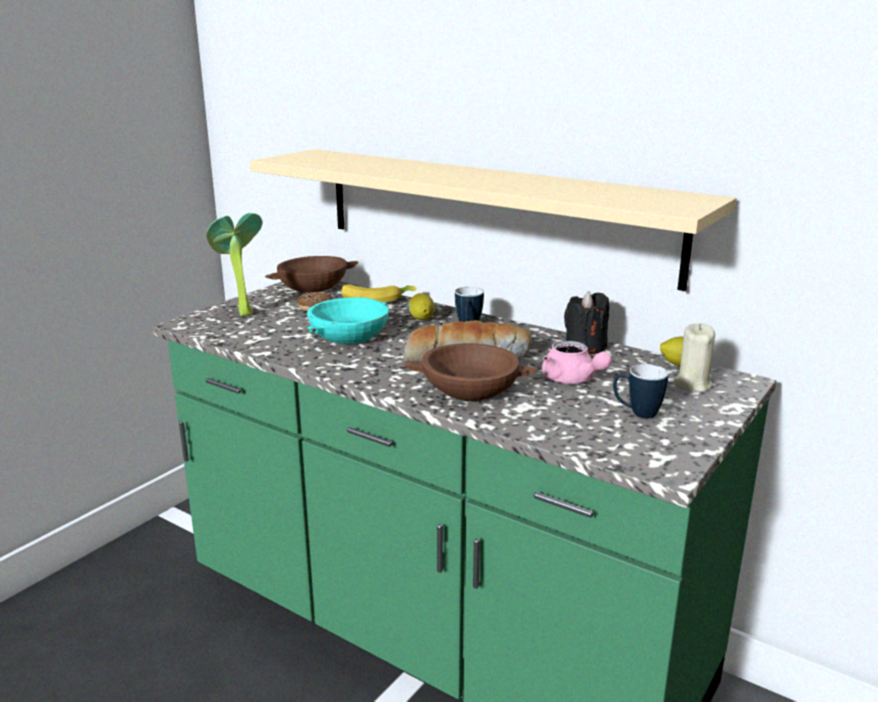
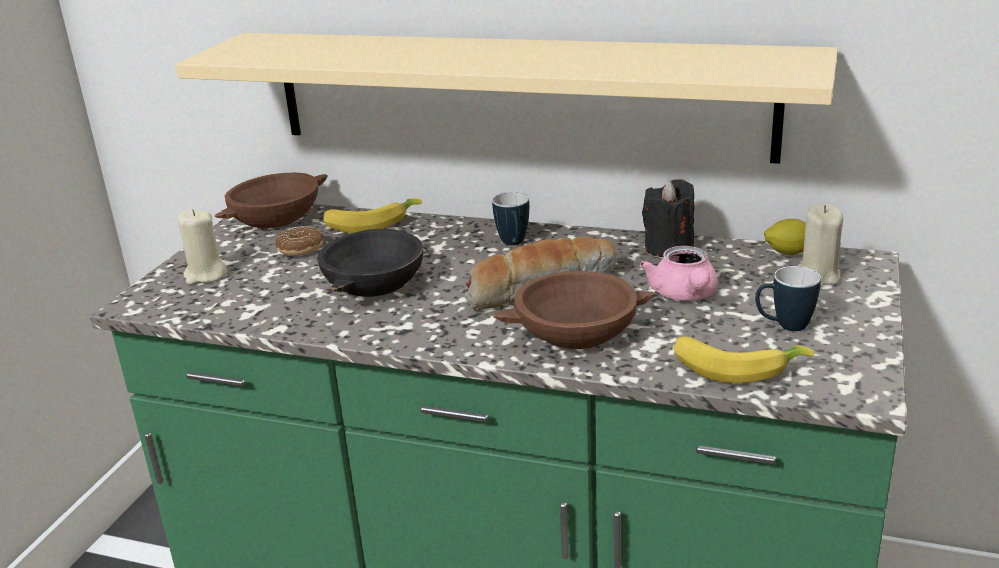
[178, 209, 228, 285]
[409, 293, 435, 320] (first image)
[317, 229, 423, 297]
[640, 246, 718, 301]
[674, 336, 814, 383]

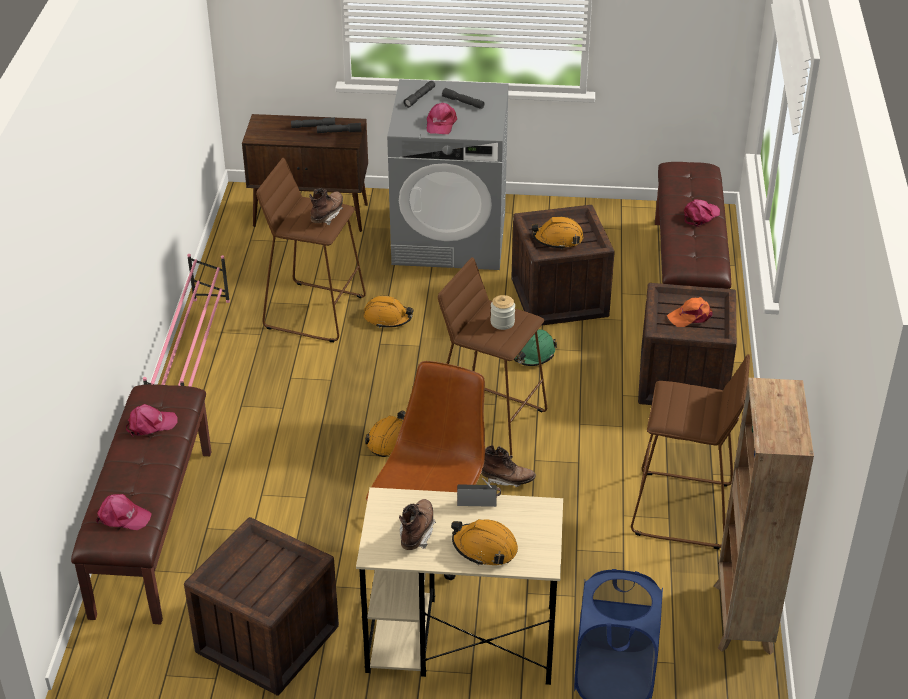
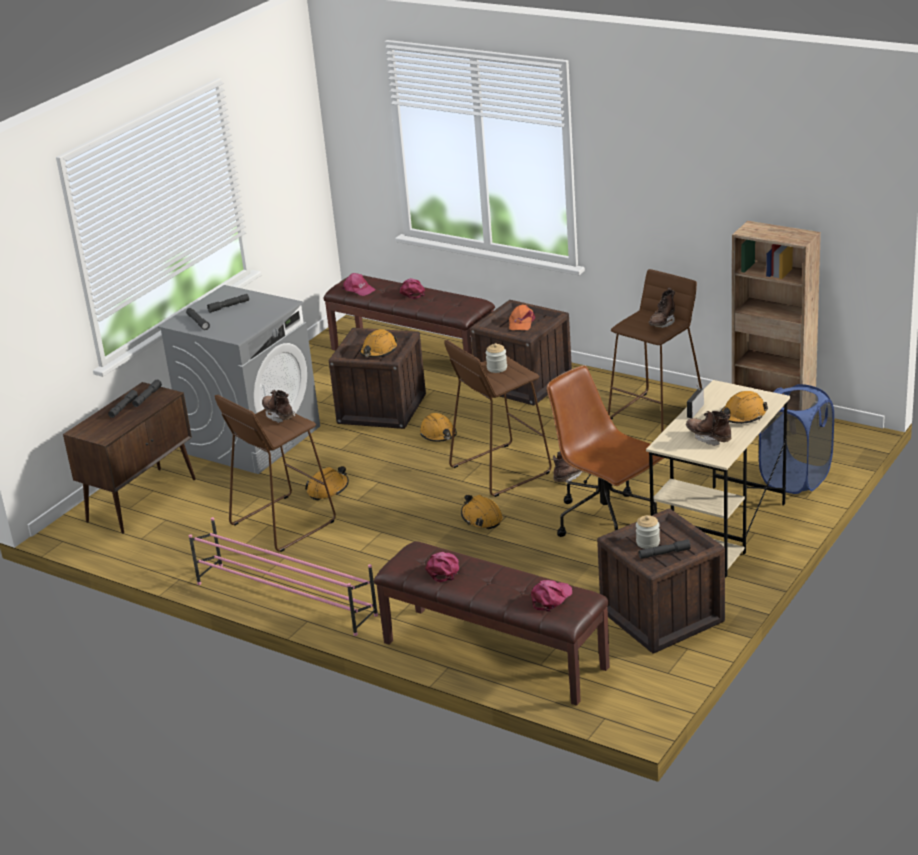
[342, 273, 376, 296]
[420, 413, 457, 442]
[649, 287, 675, 328]
[636, 515, 660, 549]
[639, 539, 691, 559]

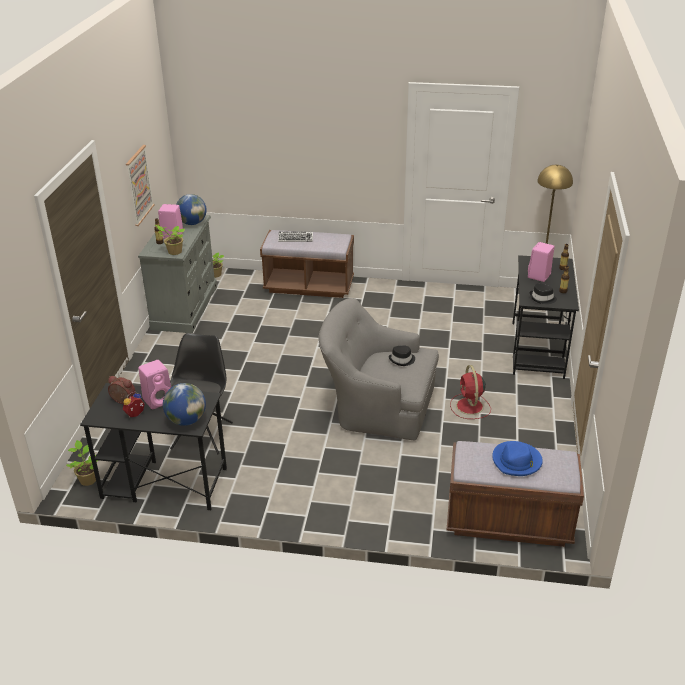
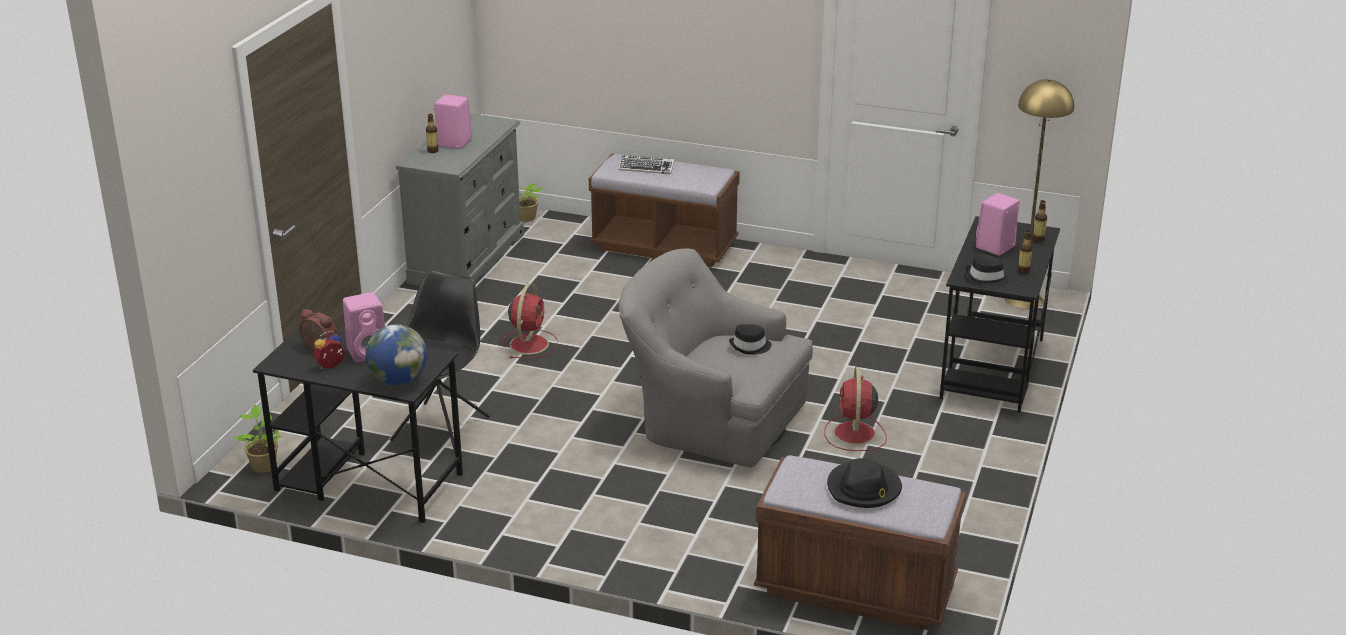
[126, 145, 155, 226] (first image)
[176, 194, 207, 225] (first image)
[155, 225, 185, 255] (first image)
[827, 458, 902, 508]
[502, 283, 558, 359]

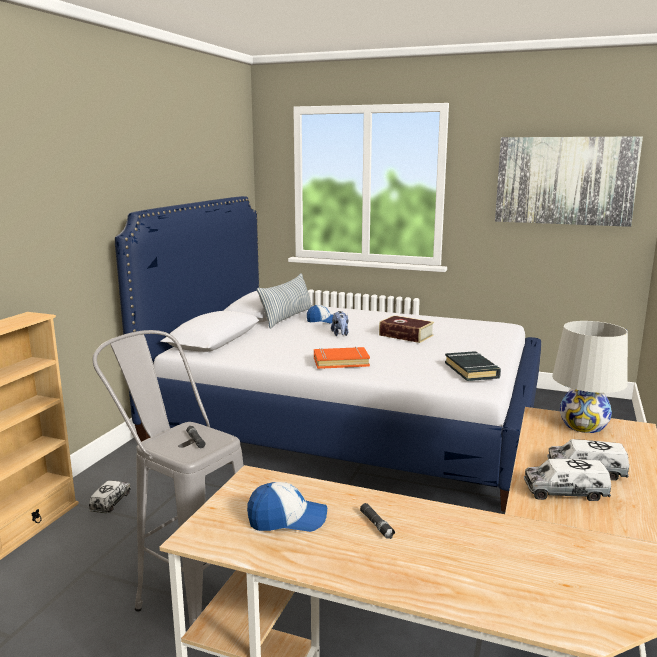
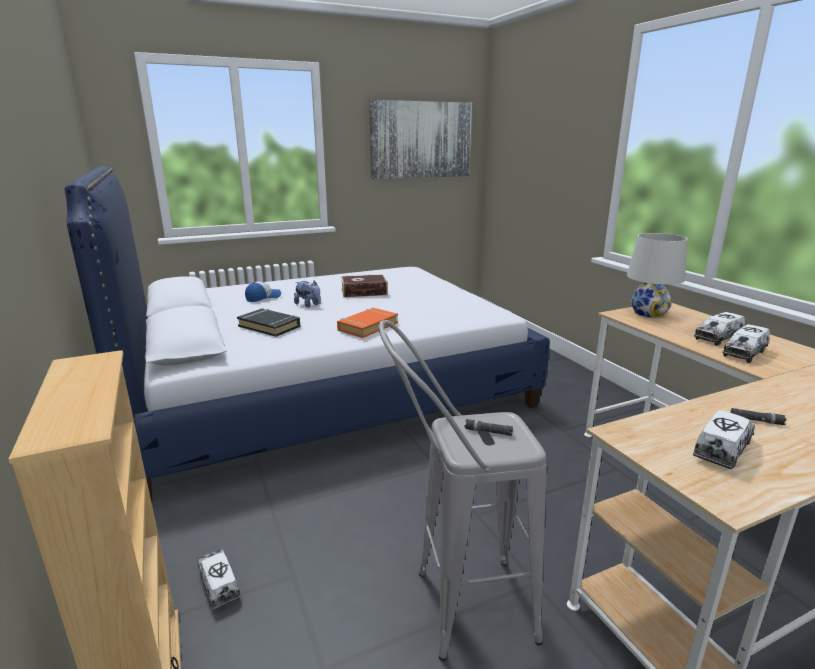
[257, 273, 312, 329] (first image)
[237, 309, 300, 337]
[693, 410, 755, 469]

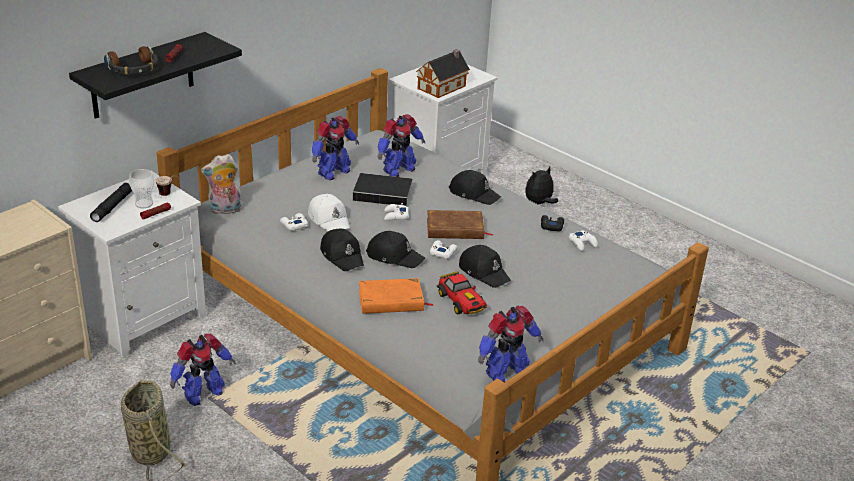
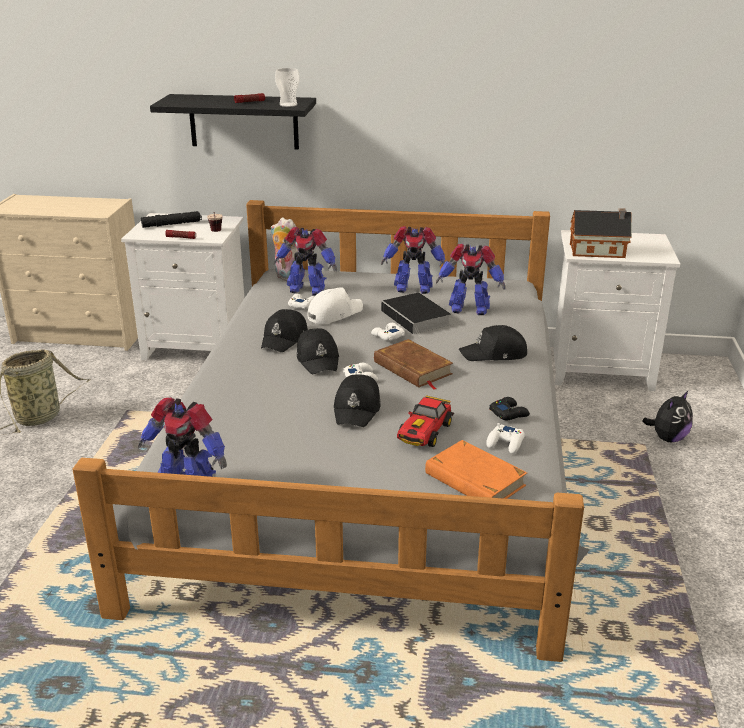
[104, 46, 158, 75] (first image)
[643, 391, 693, 443]
[275, 68, 300, 107]
[459, 325, 527, 361]
[307, 287, 363, 324]
[397, 395, 454, 447]
[425, 440, 527, 499]
[274, 227, 337, 296]

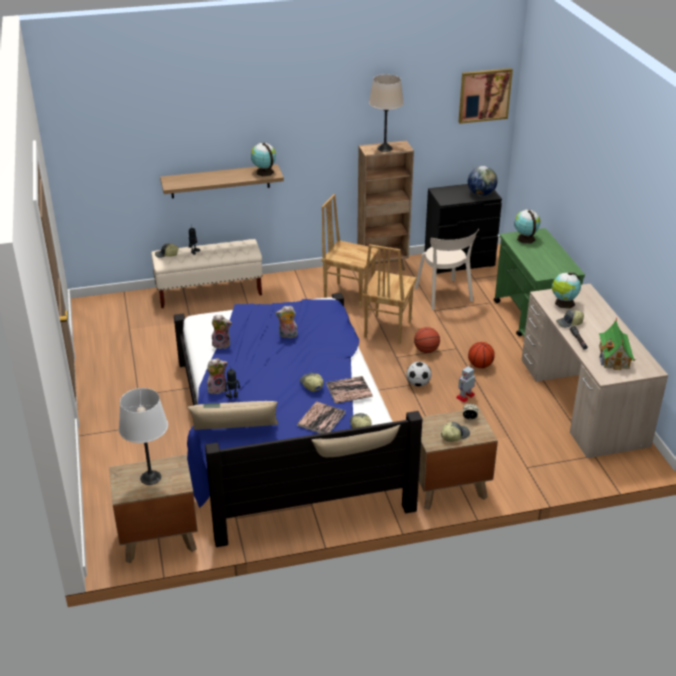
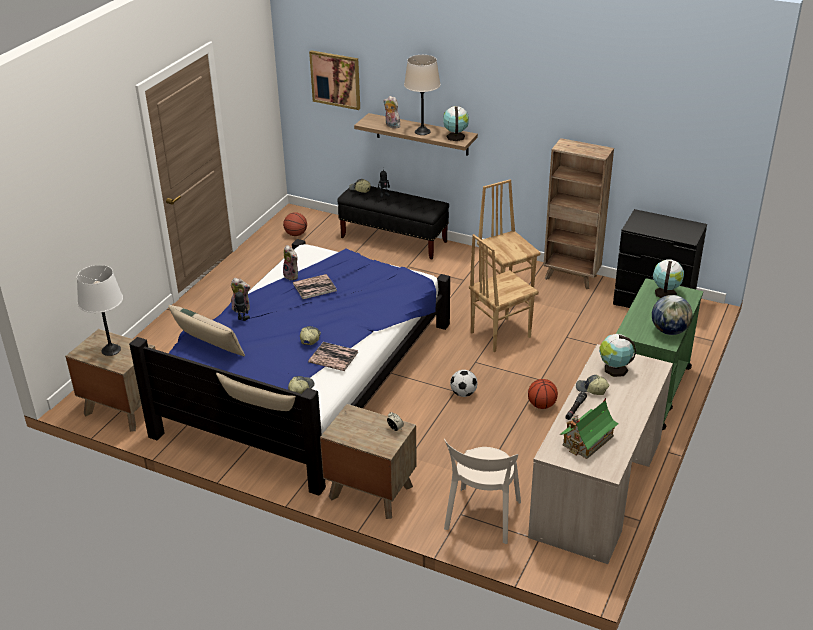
[309, 50, 360, 110]
[404, 55, 441, 135]
[652, 295, 693, 335]
[444, 439, 521, 544]
[337, 183, 449, 260]
[384, 96, 400, 129]
[283, 212, 307, 236]
[456, 366, 475, 402] (first image)
[293, 274, 337, 299]
[441, 422, 470, 442] (first image)

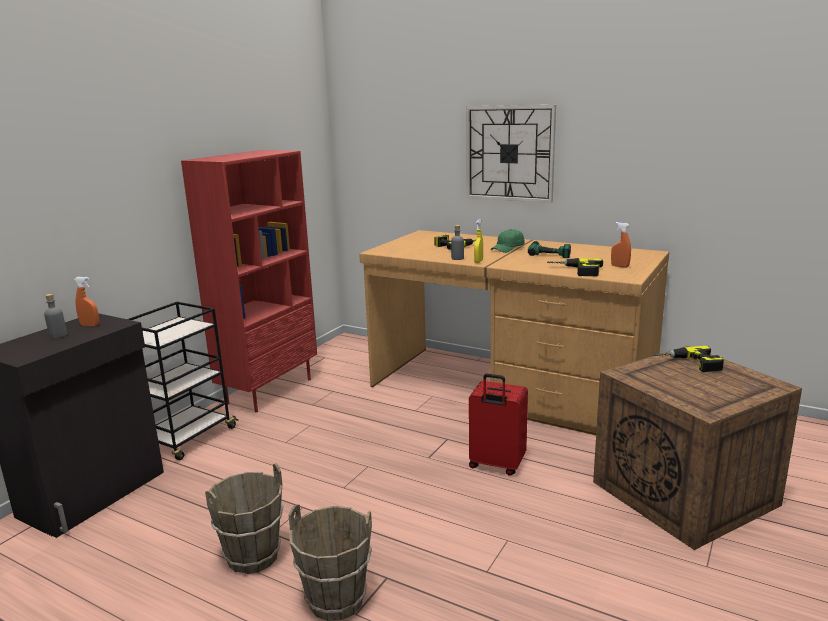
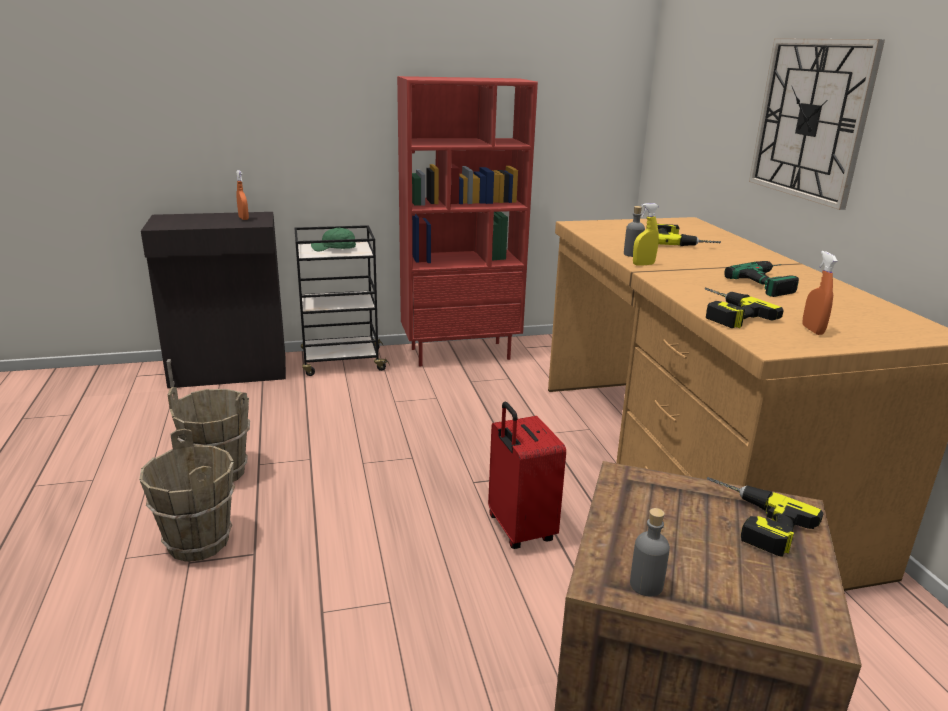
[311, 227, 356, 251]
[630, 508, 670, 596]

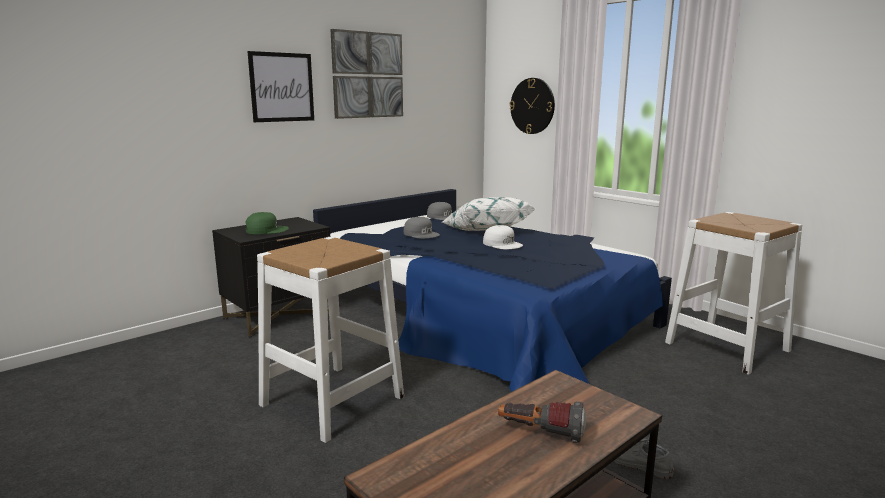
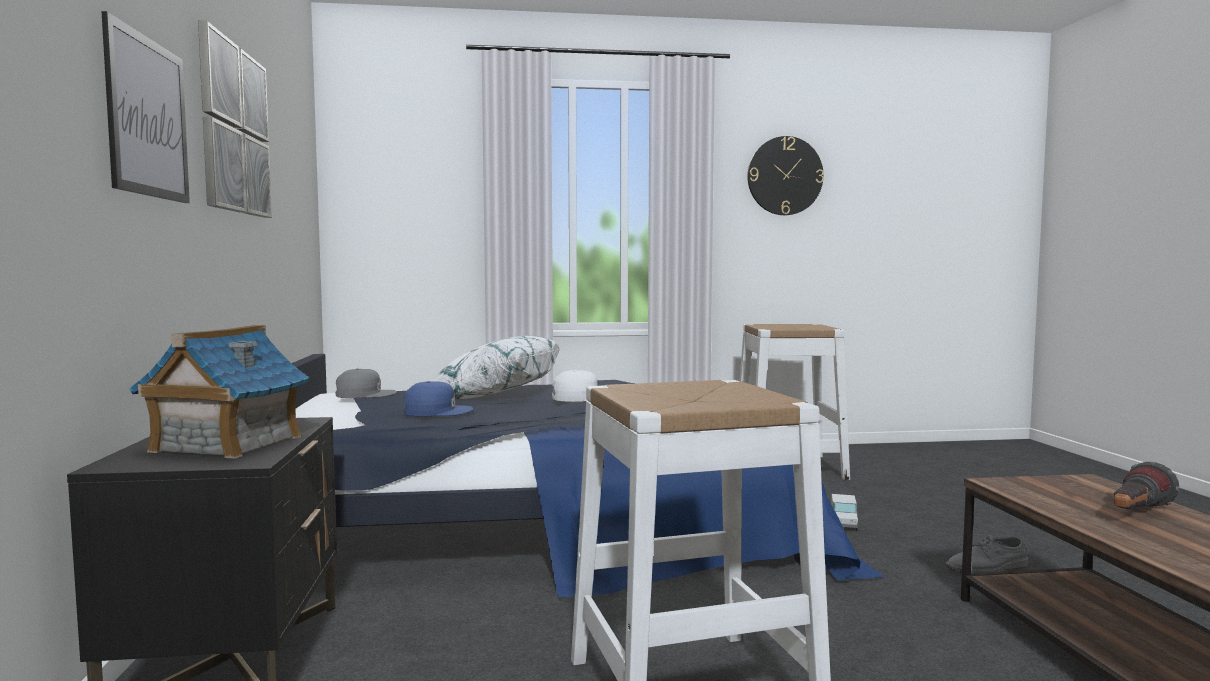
[747, 136, 824, 215]
[129, 325, 310, 459]
[404, 381, 473, 416]
[831, 494, 858, 531]

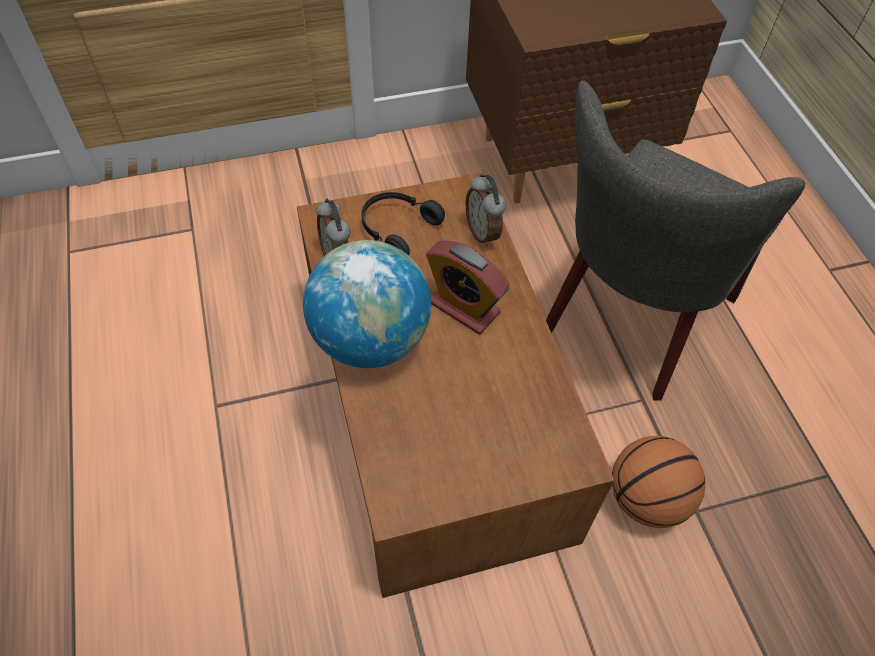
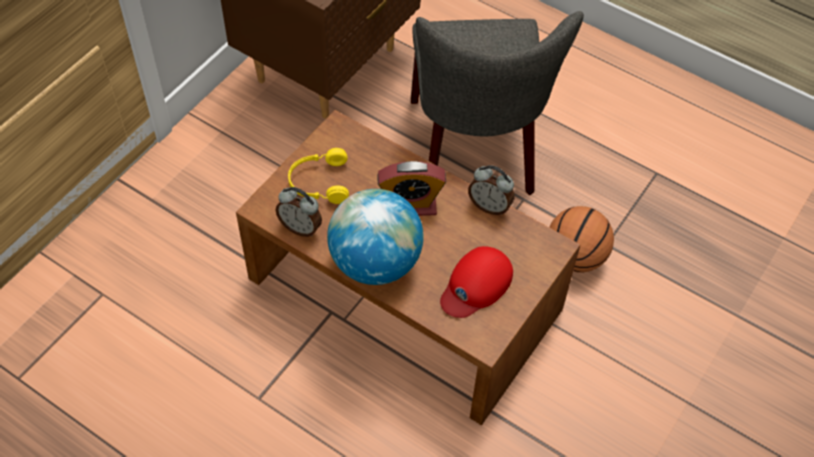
[468, 165, 515, 215]
[288, 148, 349, 204]
[440, 246, 513, 318]

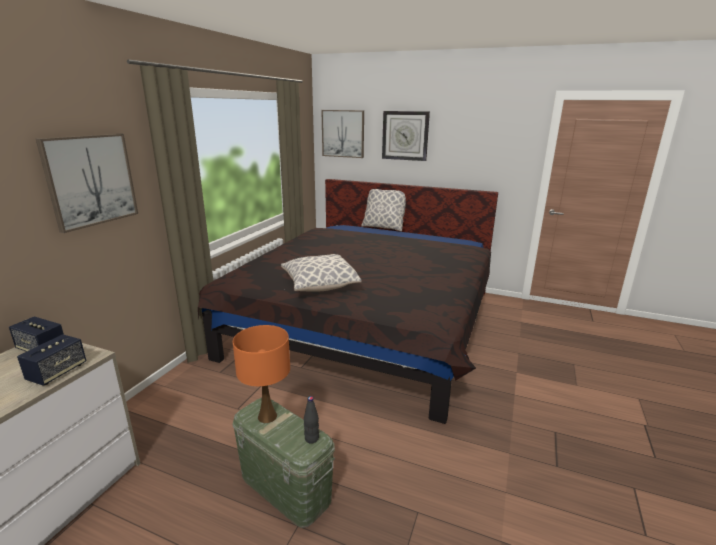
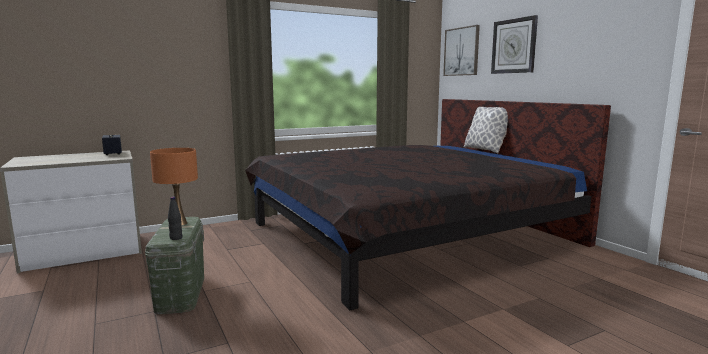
[36, 134, 138, 233] (first image)
[281, 254, 362, 292] (first image)
[17, 334, 86, 386] (first image)

